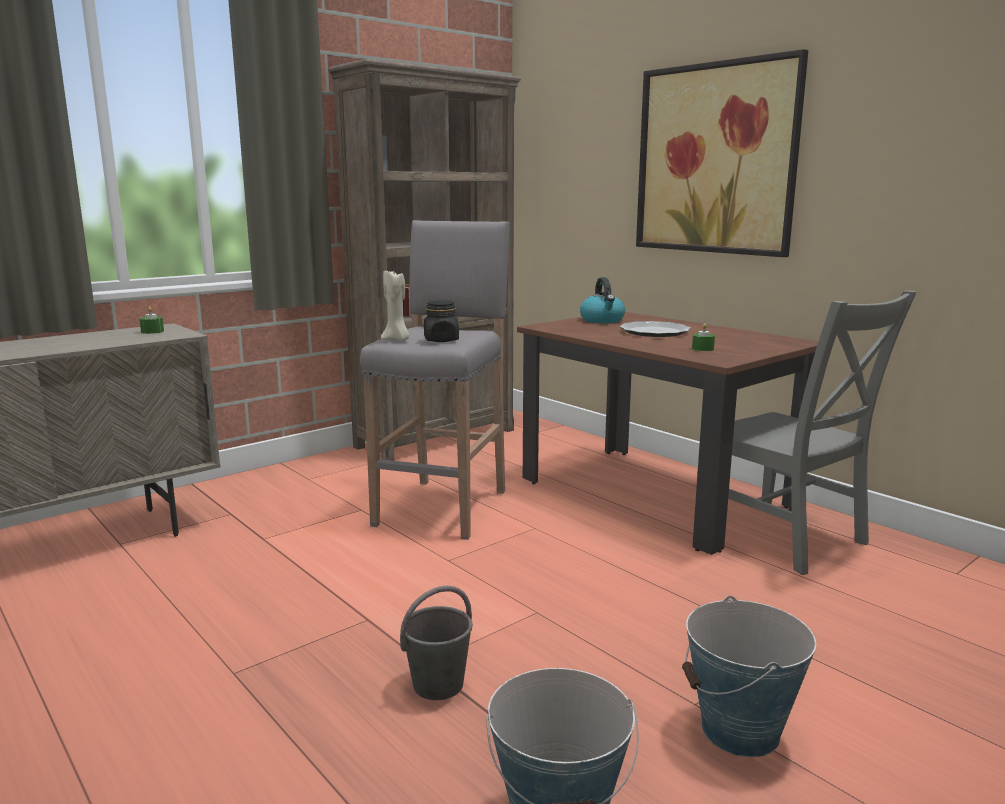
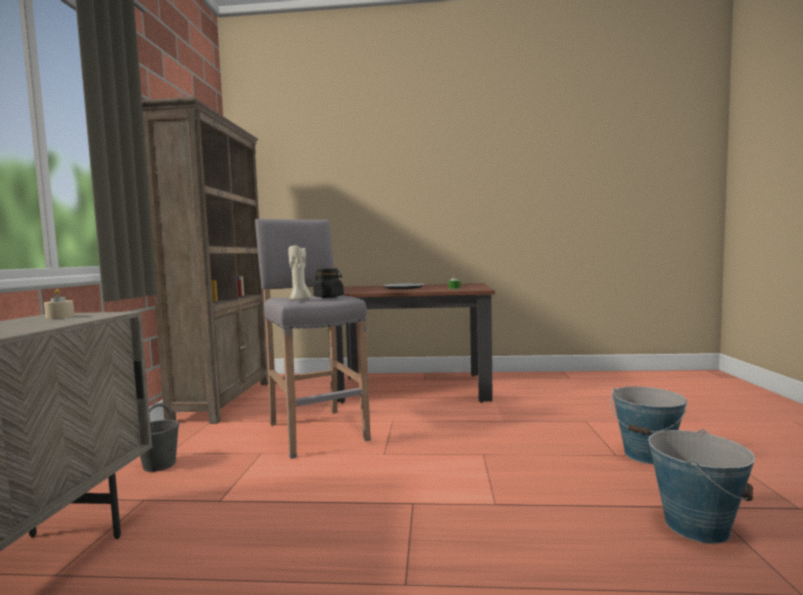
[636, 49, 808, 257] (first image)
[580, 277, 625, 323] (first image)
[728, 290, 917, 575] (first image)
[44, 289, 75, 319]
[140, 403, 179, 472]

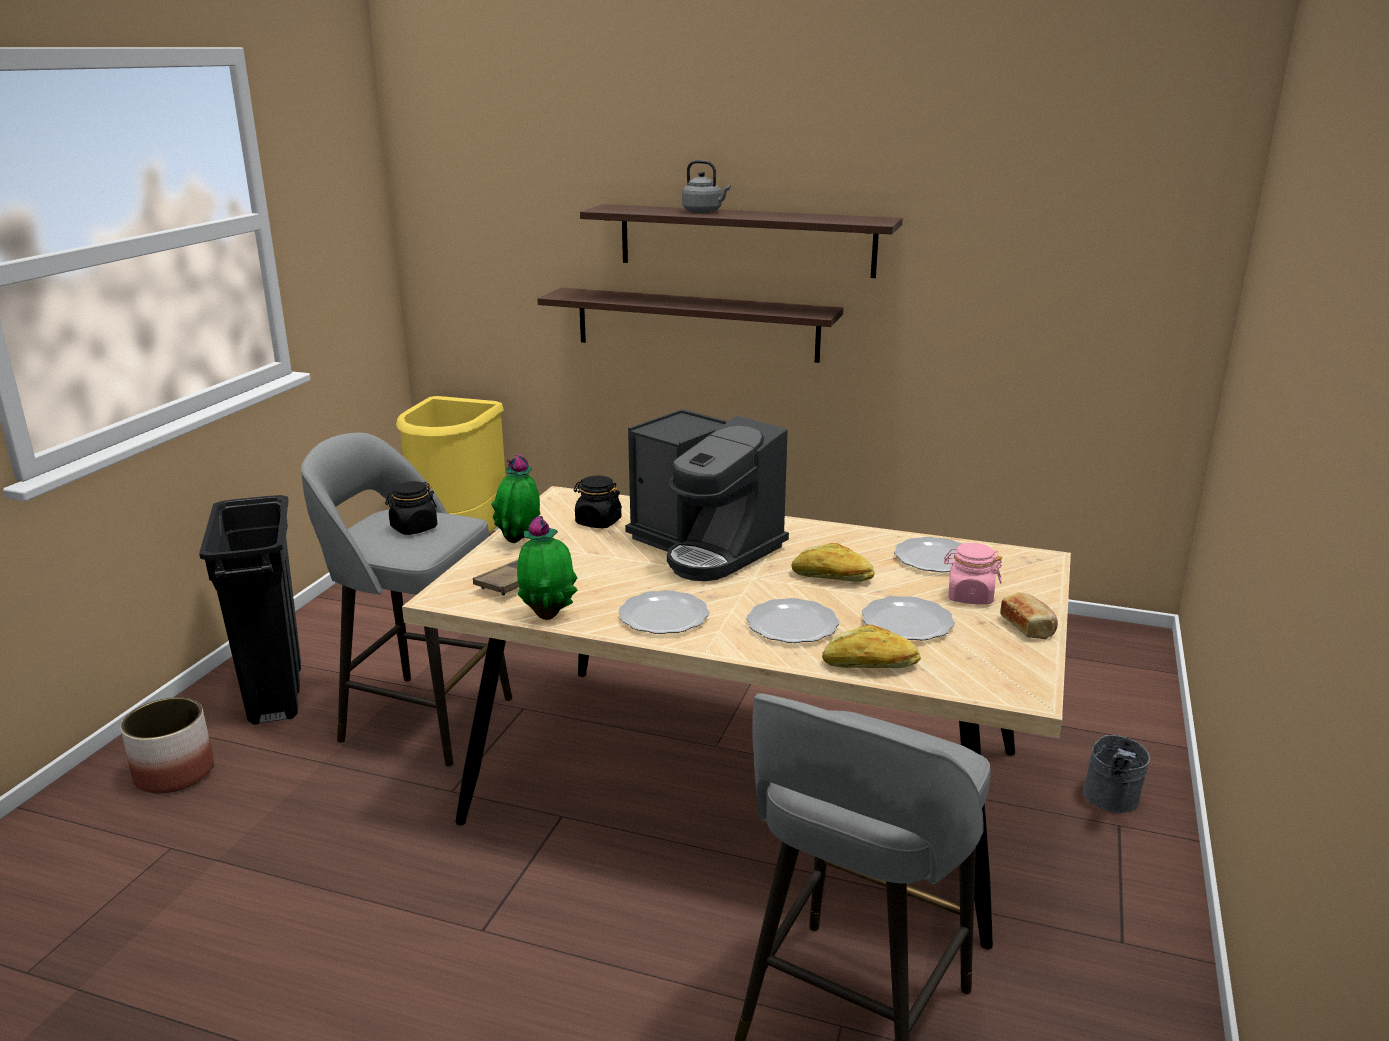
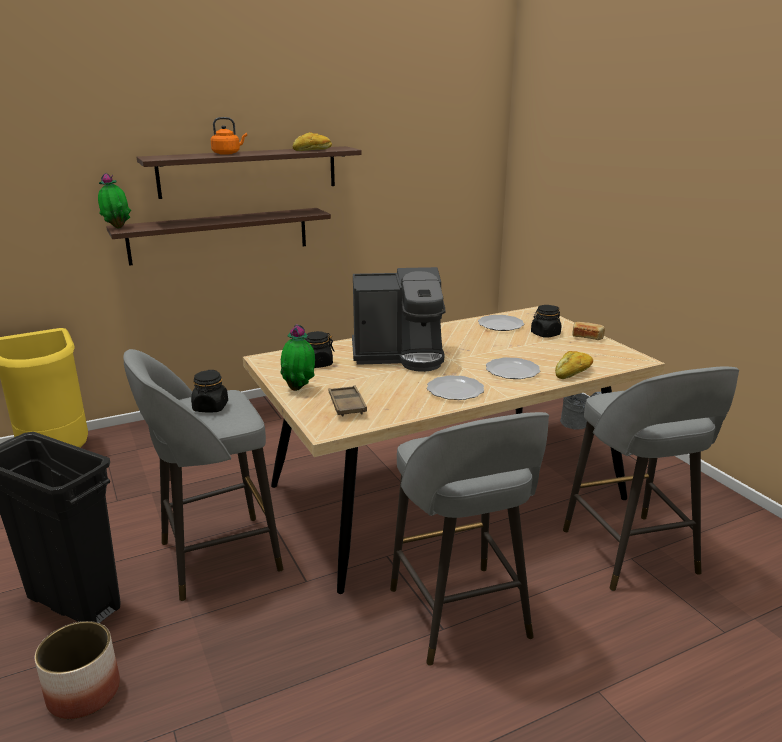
[211, 117, 247, 155]
[98, 173, 131, 228]
[293, 132, 332, 151]
[531, 305, 561, 338]
[862, 596, 955, 641] (first image)
[390, 412, 549, 666]

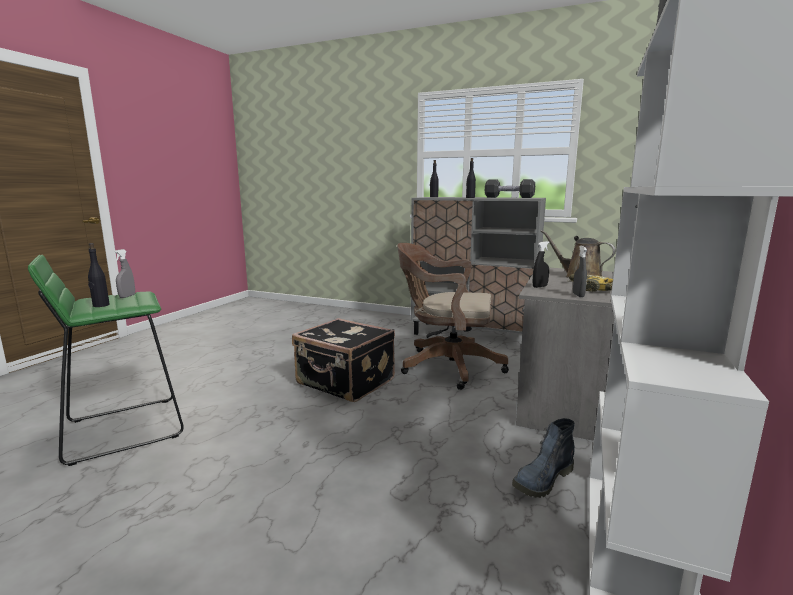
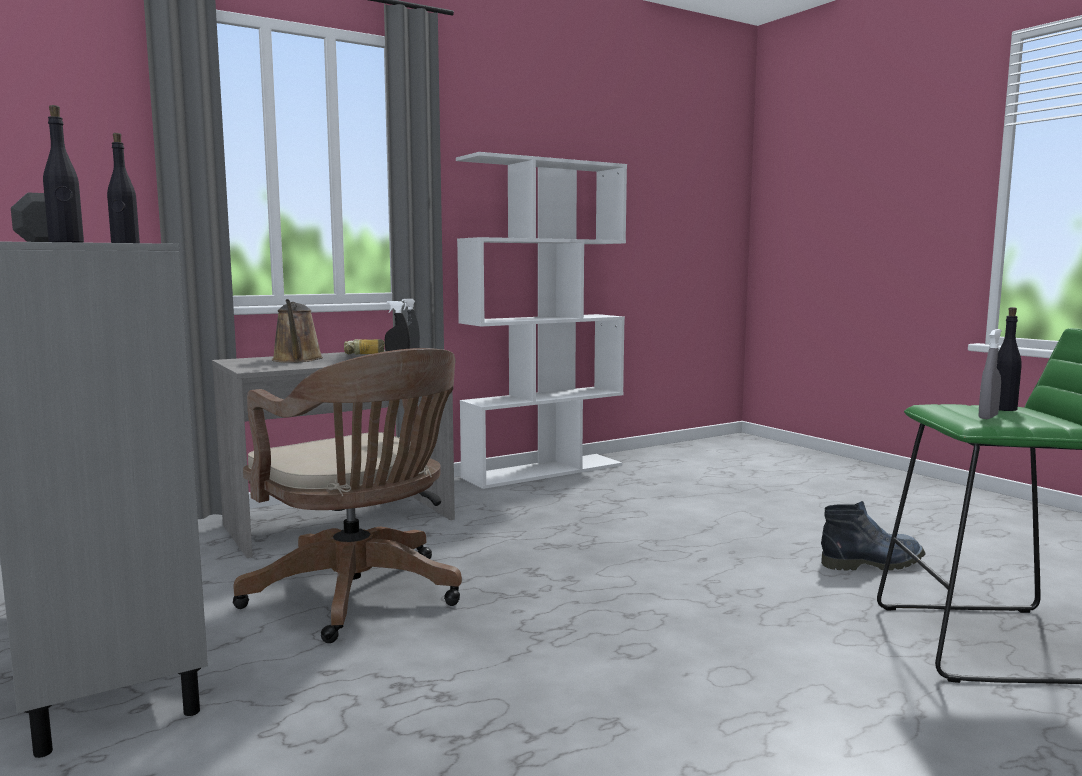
[292, 318, 395, 402] (first image)
[821, 501, 926, 570]

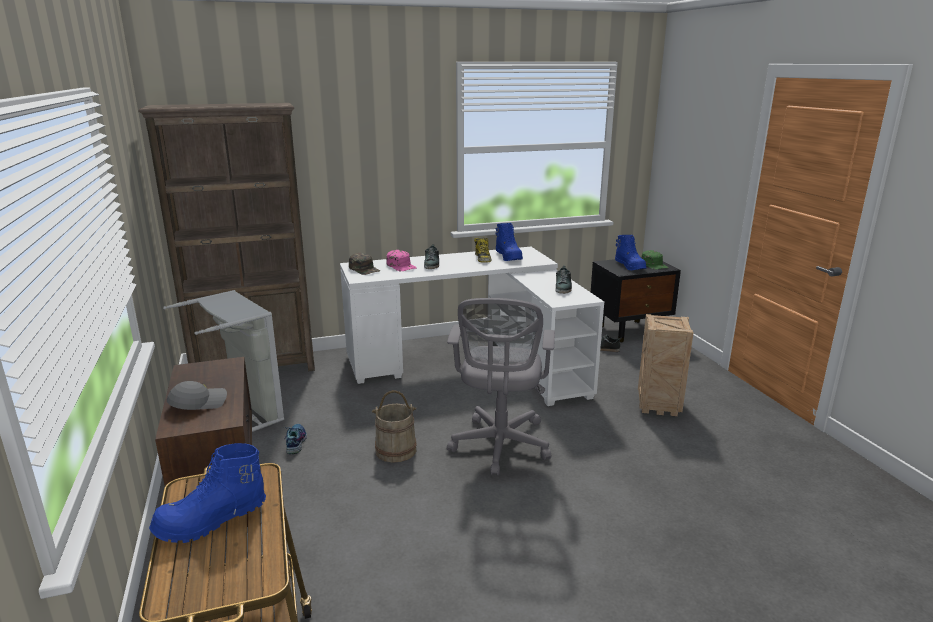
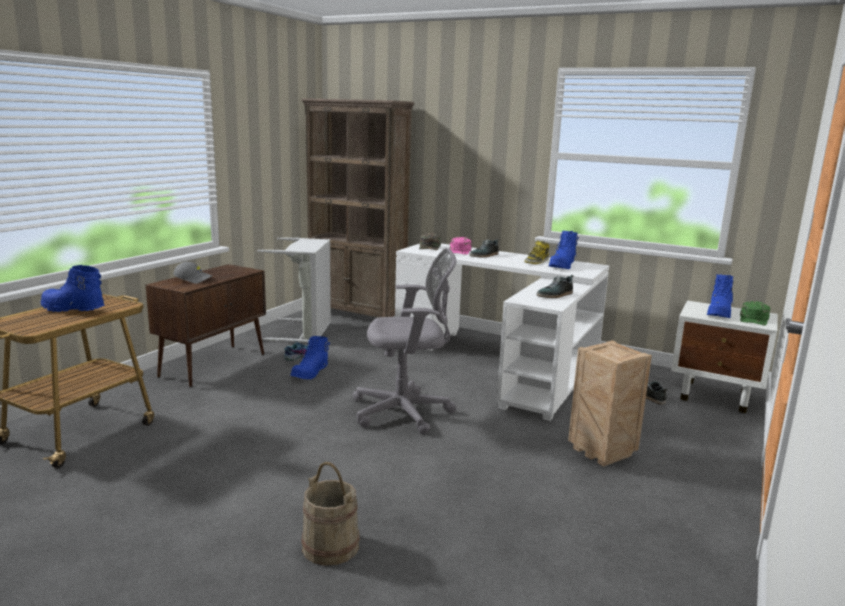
[671, 301, 778, 413]
[353, 248, 456, 435]
[301, 462, 360, 566]
[290, 336, 330, 379]

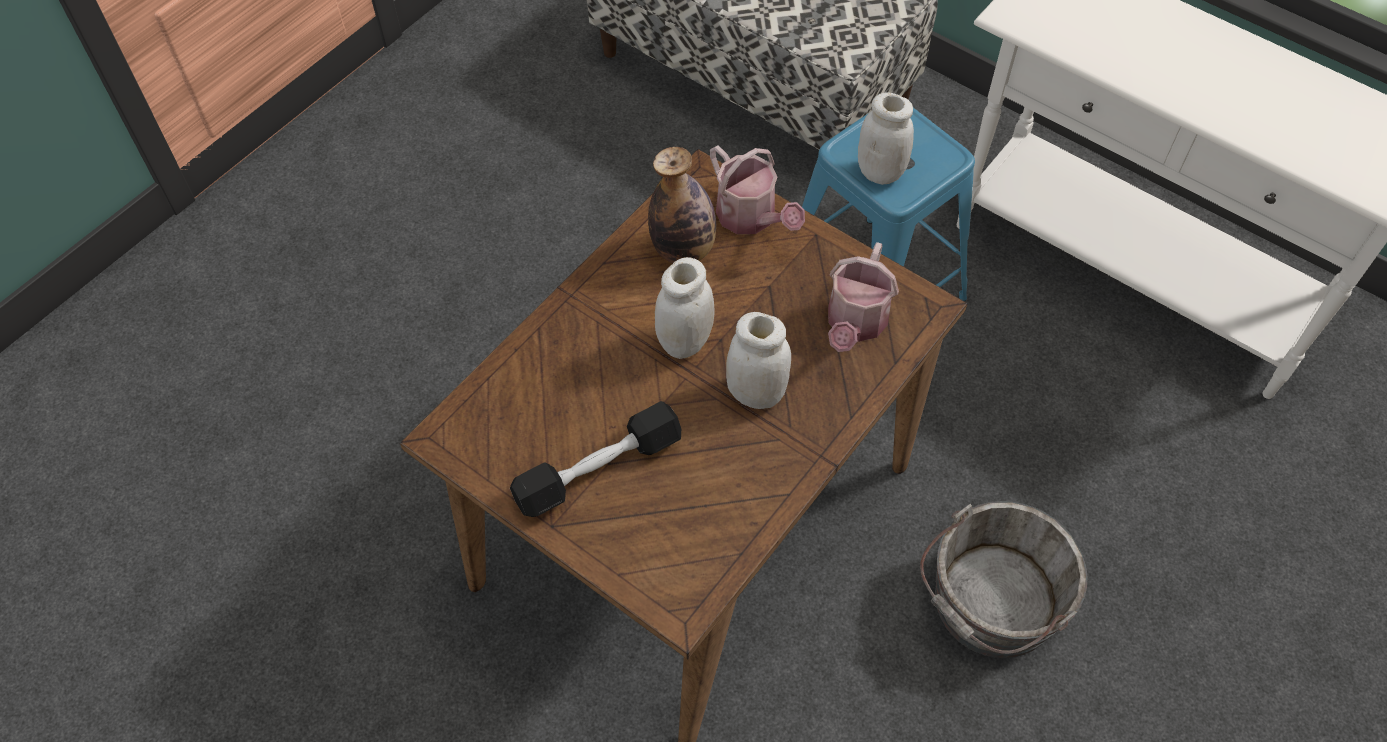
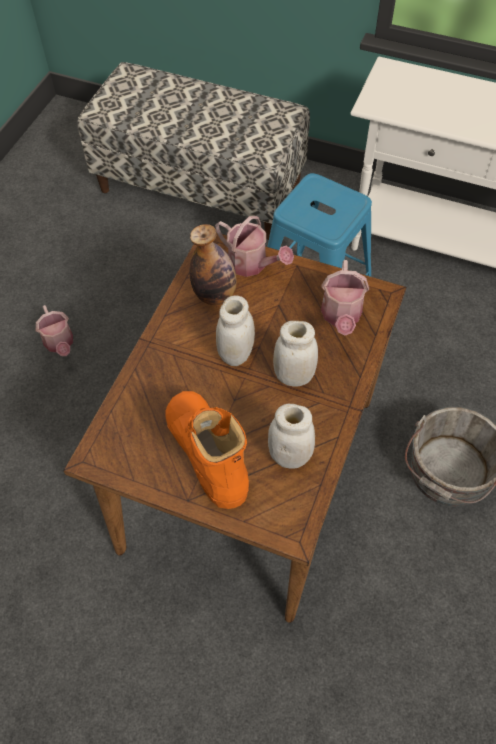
[268, 404, 315, 468]
[165, 391, 249, 509]
[35, 305, 73, 356]

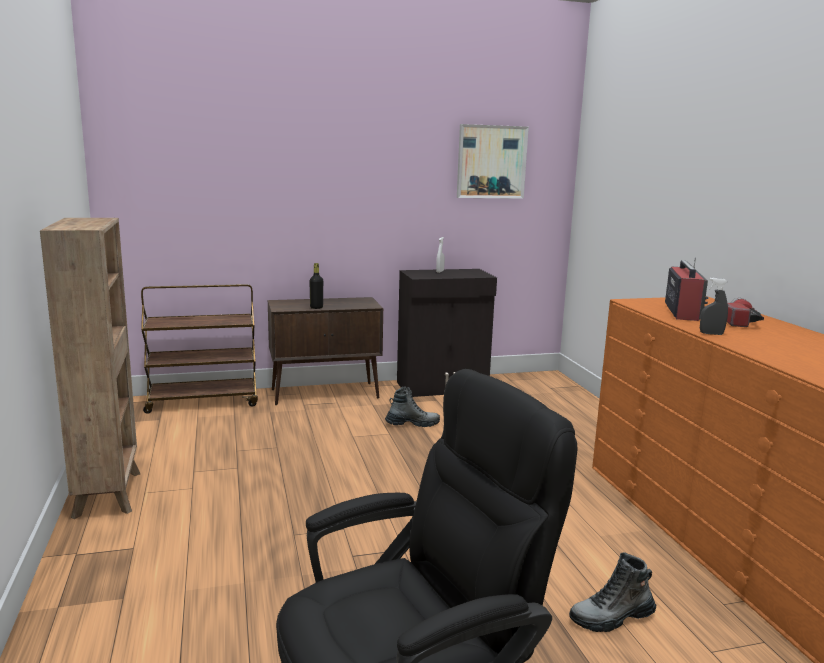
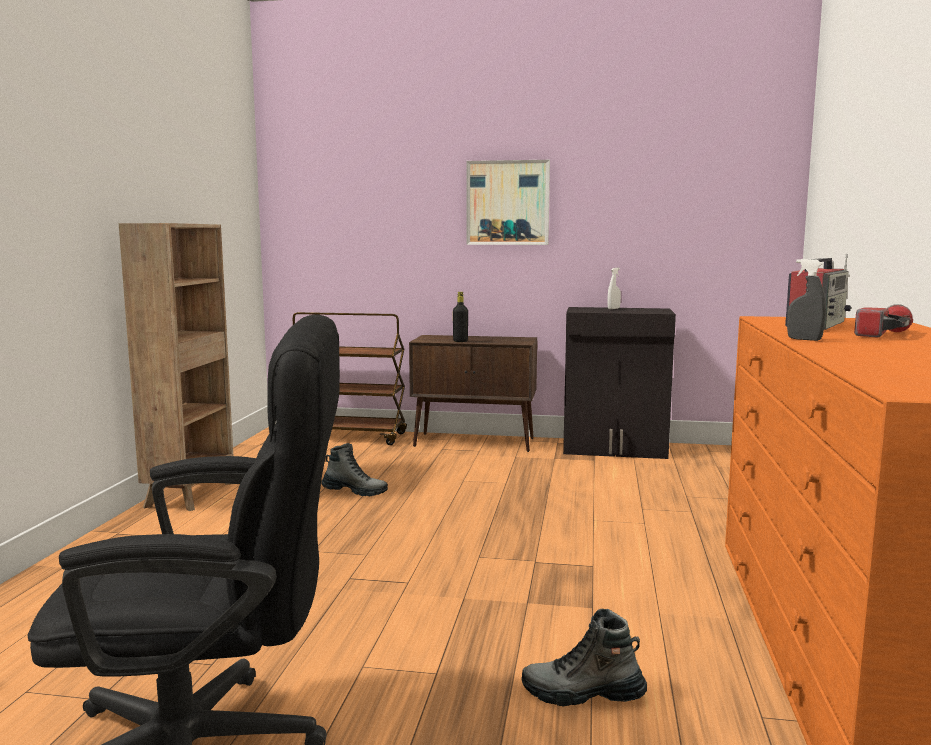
[467, 160, 550, 245]
[321, 443, 388, 496]

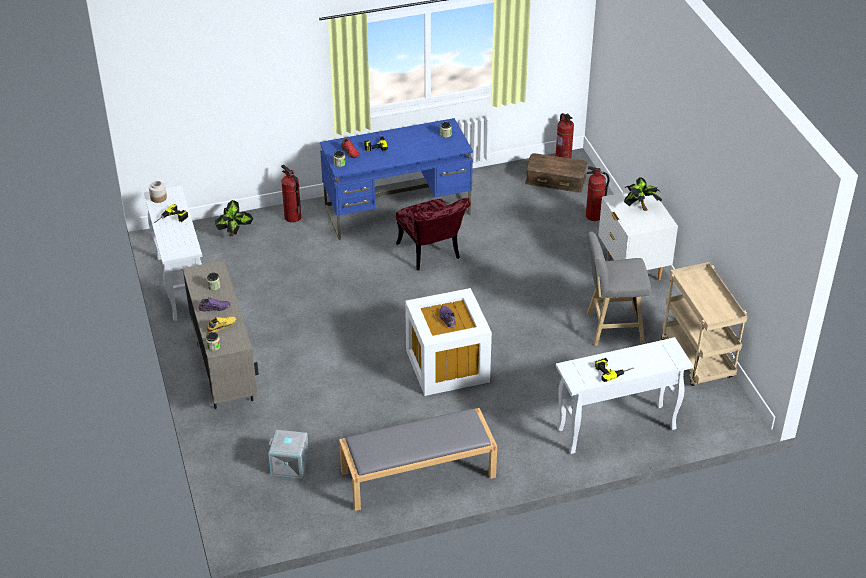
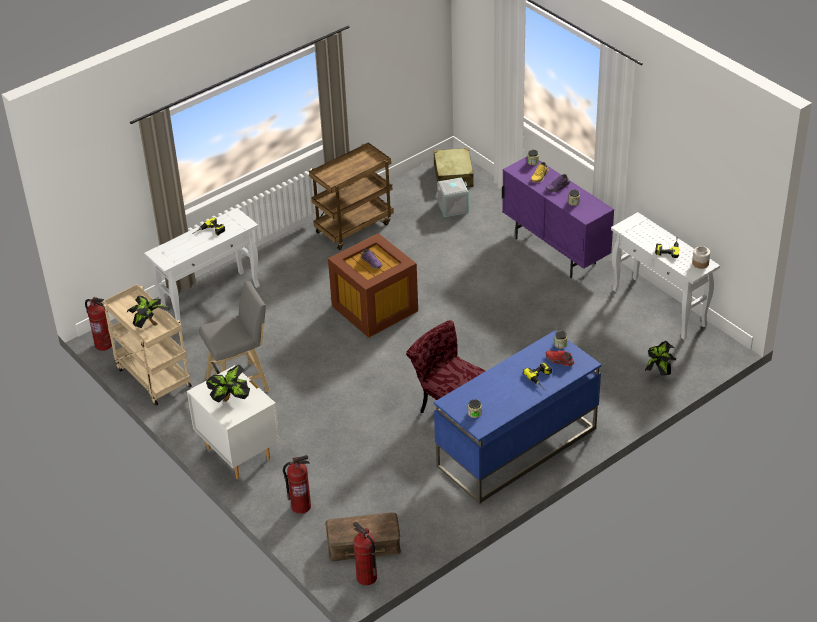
[85, 297, 112, 351]
[502, 156, 614, 278]
[328, 233, 418, 338]
[309, 142, 394, 250]
[434, 148, 474, 187]
[127, 296, 170, 328]

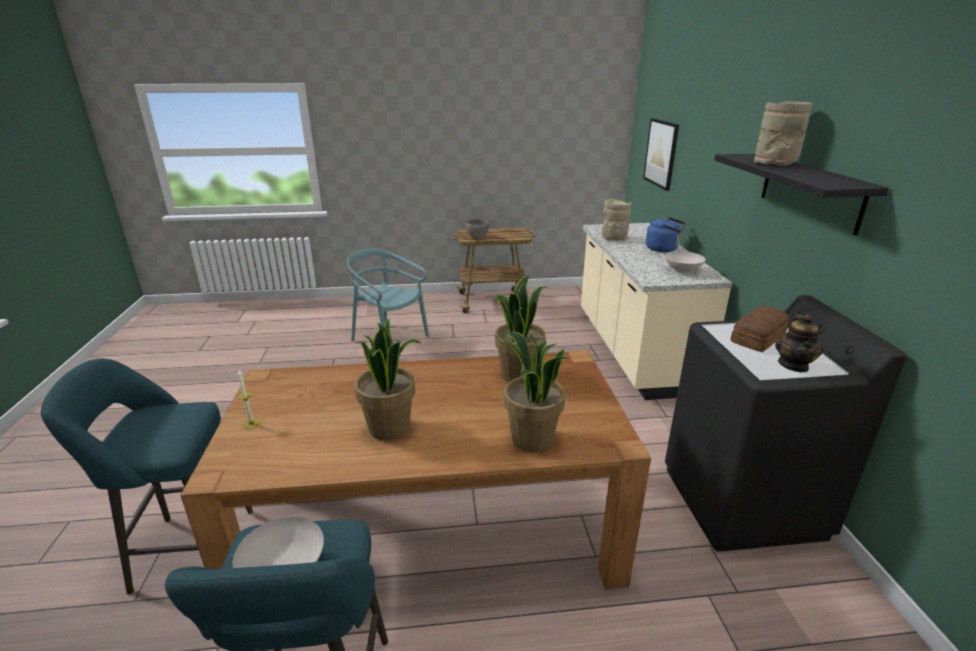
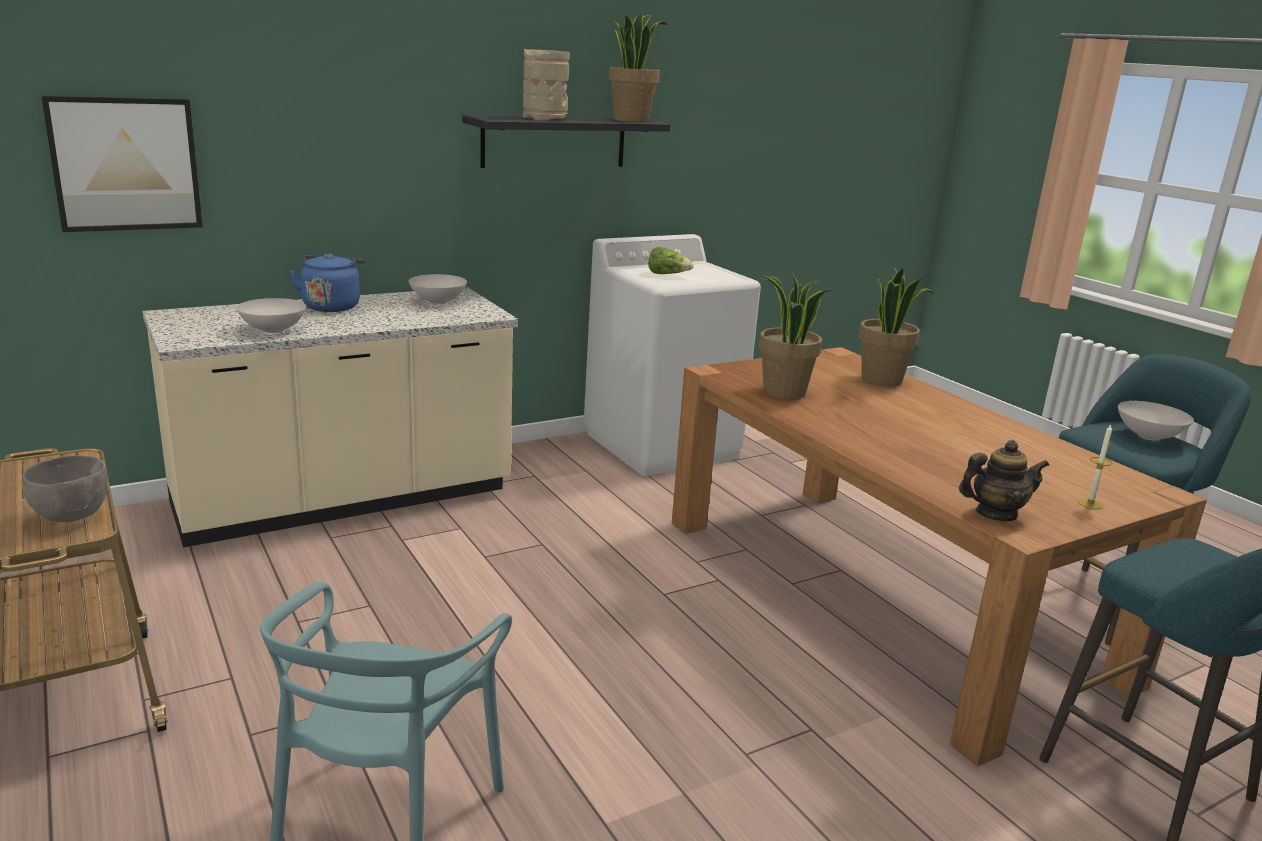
[236, 298, 306, 333]
[584, 234, 761, 476]
[648, 247, 694, 274]
[959, 440, 1049, 521]
[608, 11, 668, 122]

